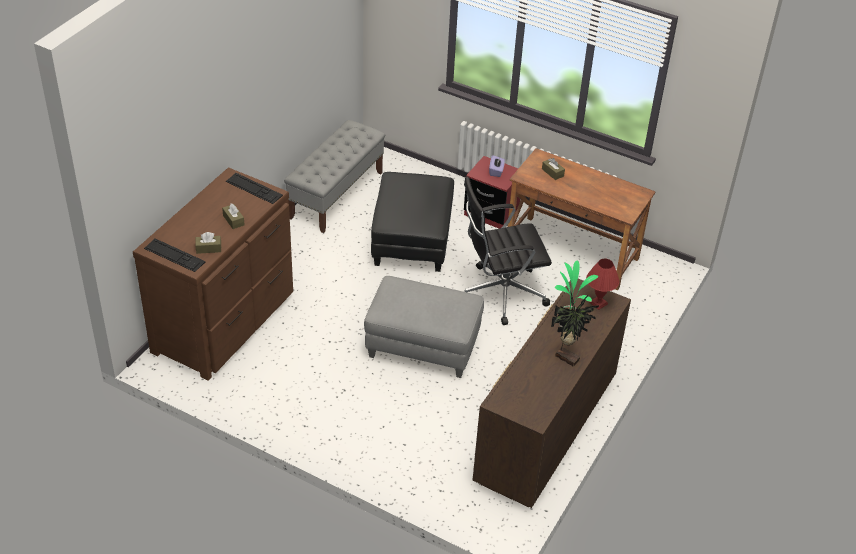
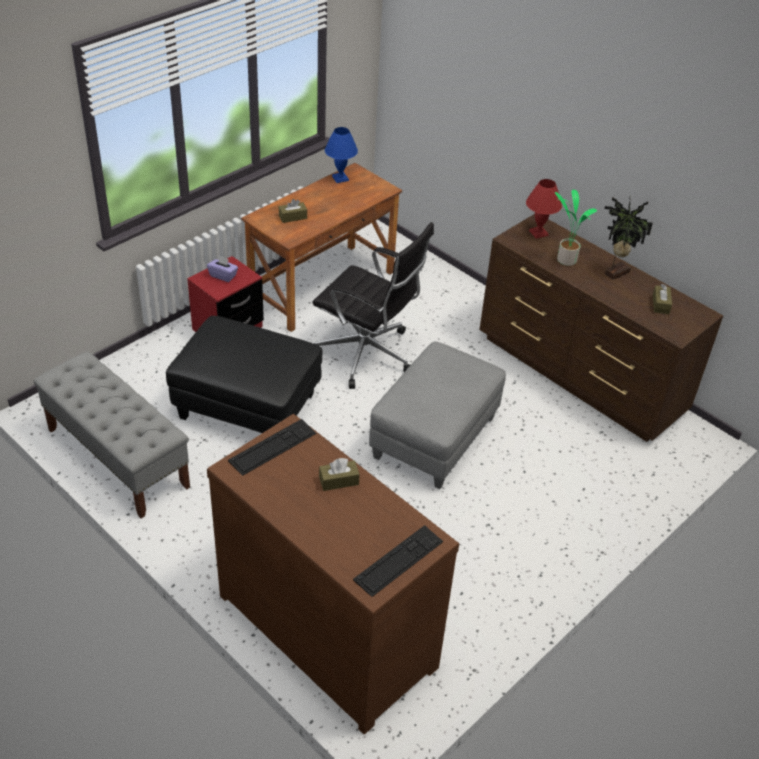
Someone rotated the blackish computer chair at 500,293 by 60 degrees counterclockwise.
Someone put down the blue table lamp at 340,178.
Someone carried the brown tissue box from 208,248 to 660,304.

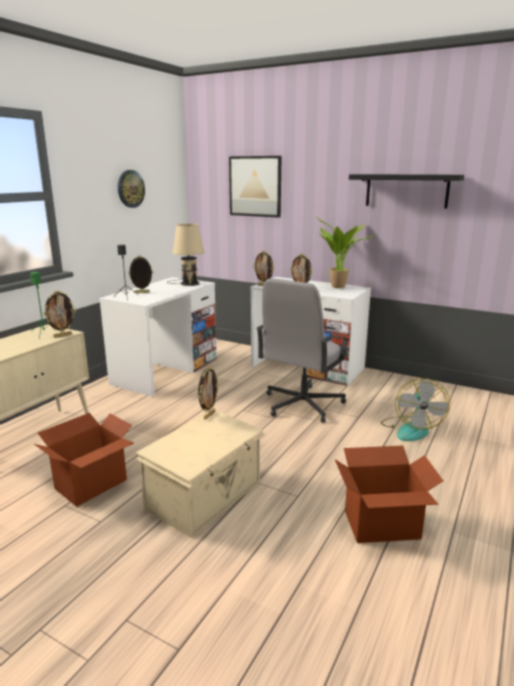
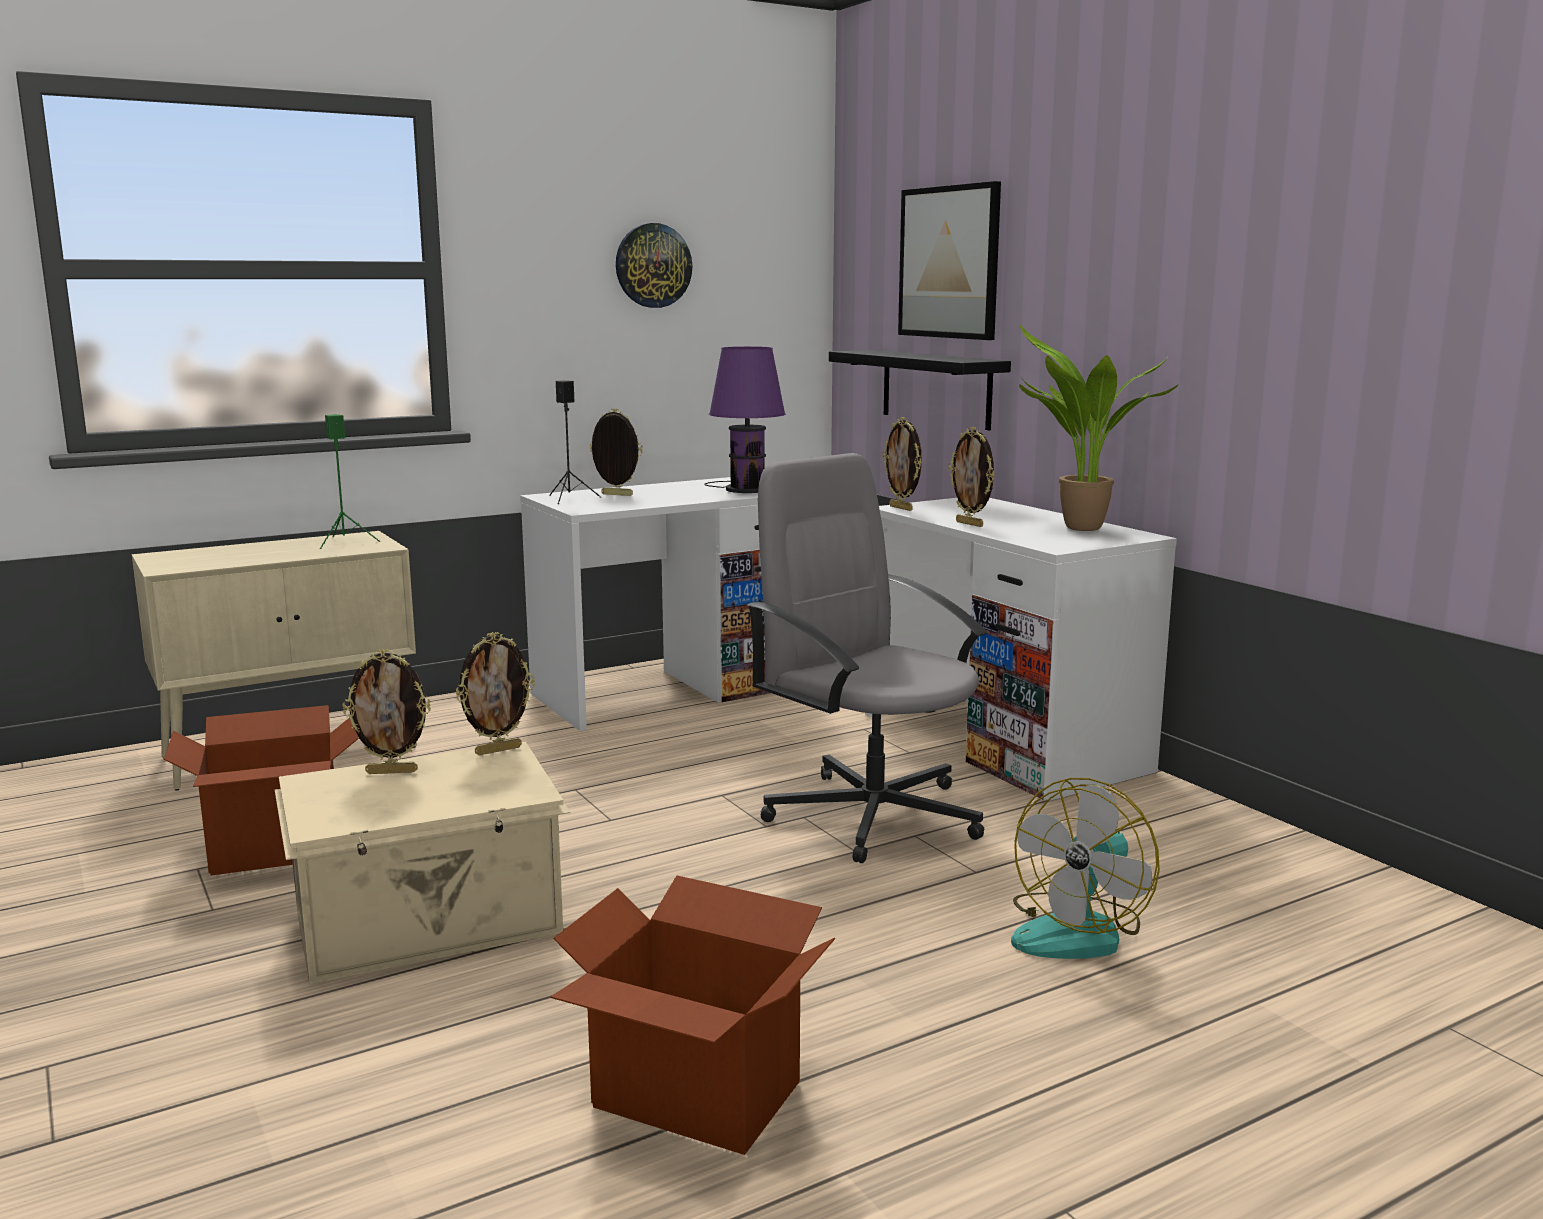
Someone carried the photo frame from 62,335 to 392,771.
Someone repainted the beige table lamp at 188,283, which became the purplish table lamp at 745,489.
Someone rotated the greyish computer chair at 302,404 by 75 degrees clockwise.
Someone carried the blackish wall shelf from 406,190 to 936,388.

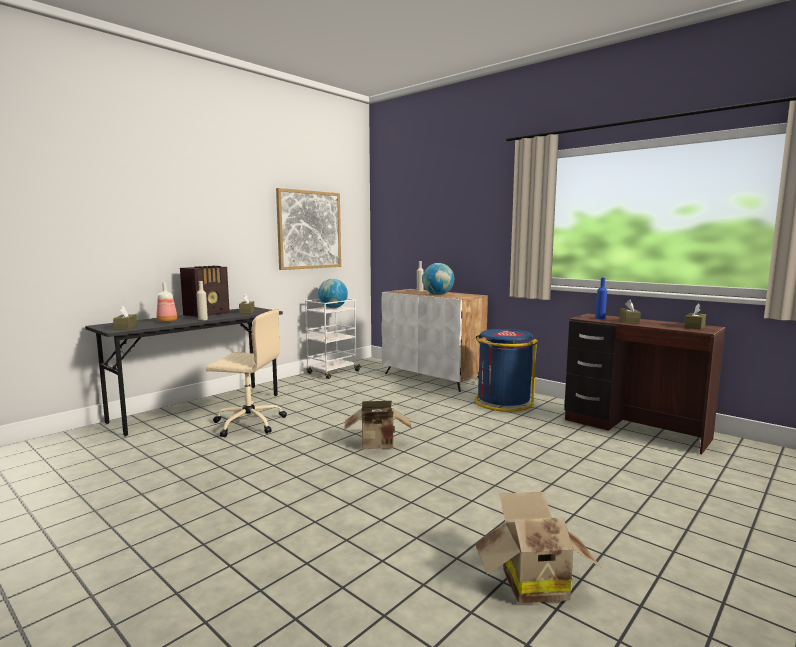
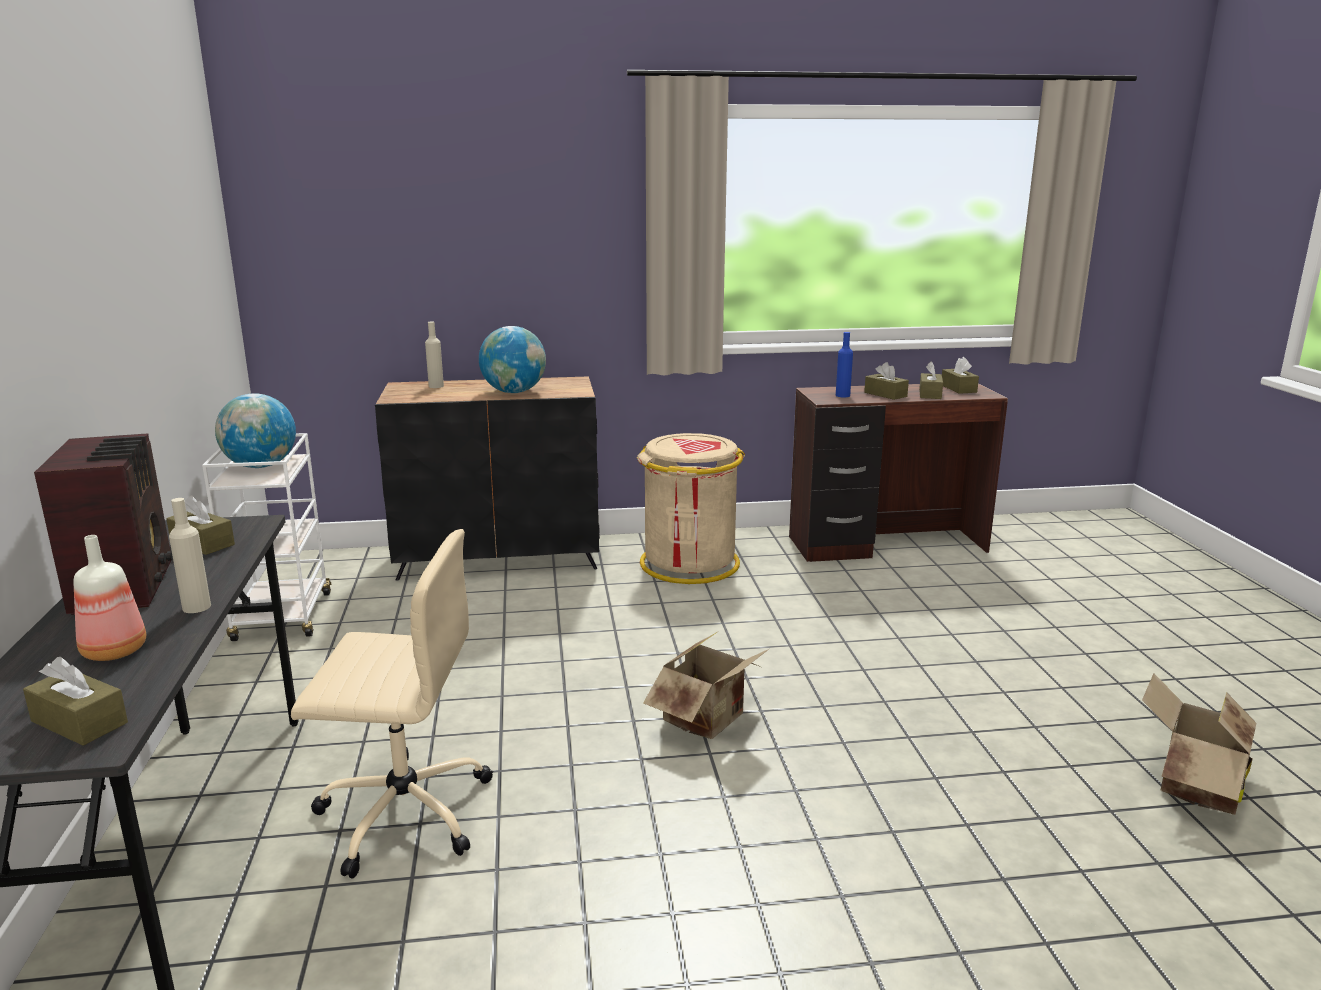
Someone rotated the beige computer chair at 248,423 by 45 degrees clockwise.
Someone repainted the white-coloured storage cabinet at 432,378, which became the blackish storage cabinet at 499,558.
Someone repainted the blue rubbish bin at 503,402, which became the beige rubbish bin at 689,564.
Someone put down the brown tissue box at 930,394.
Someone took away the picture at 309,230.

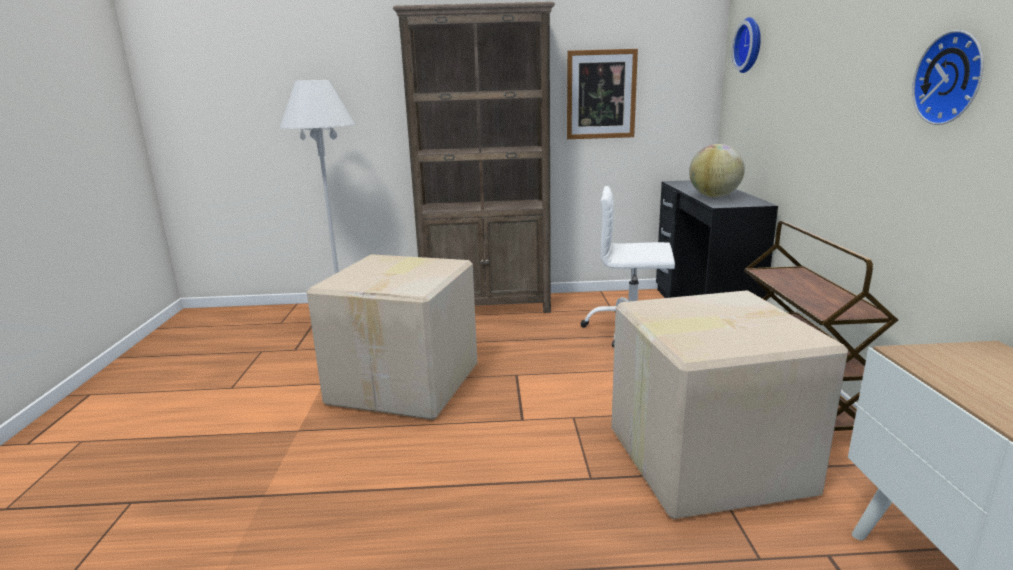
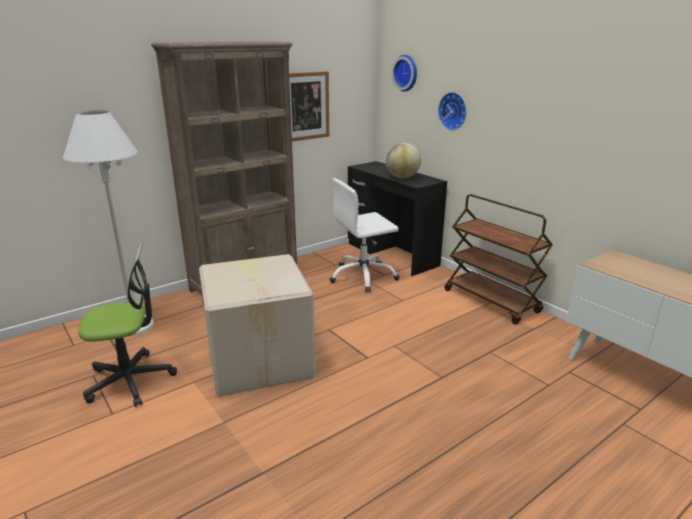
Someone put down the computer chair at 130,380.
Someone carried the hanging clock from 953,78 to 454,111.
Someone took away the cardboard box at 703,459.

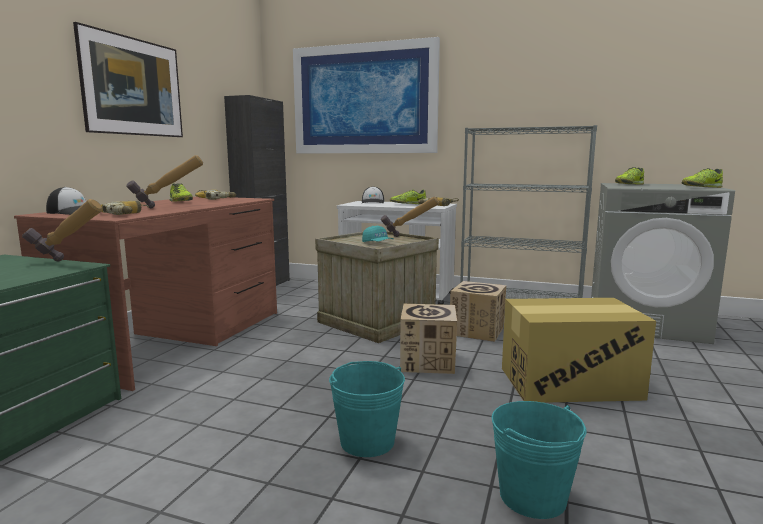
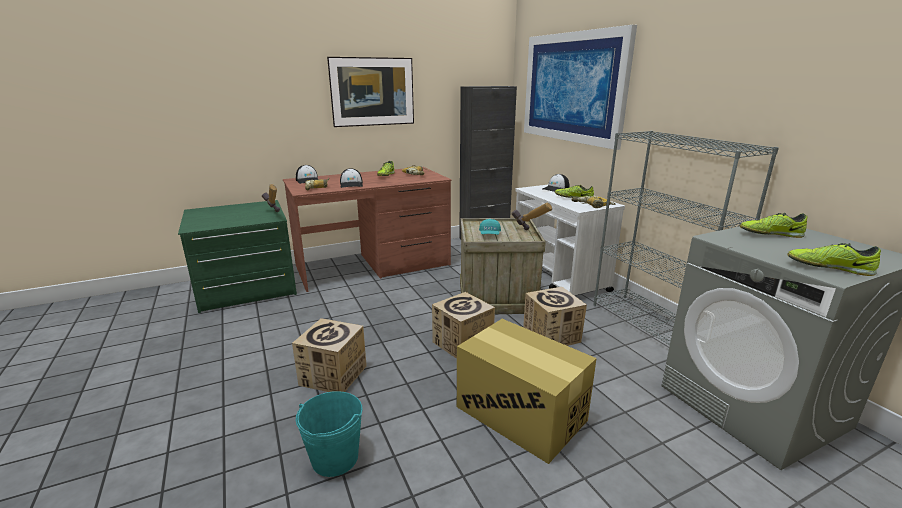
Someone swapped the turquoise pail at 367,441 for the cardboard box at 333,375.
Someone swapped the tool hammer at 167,209 for the cap at 351,184.

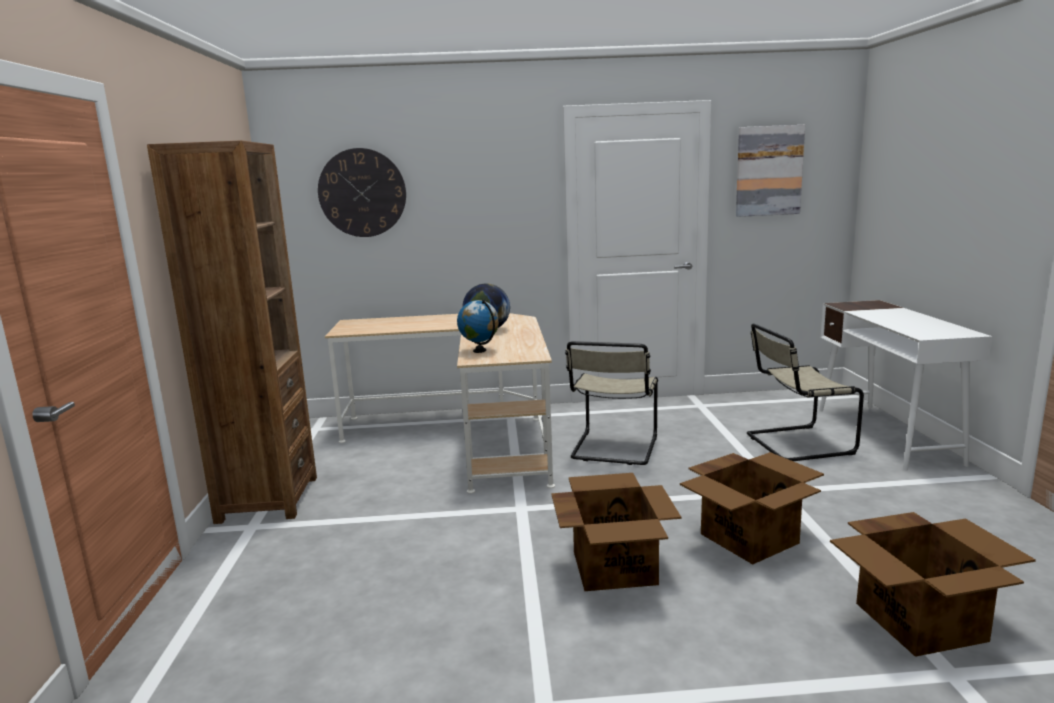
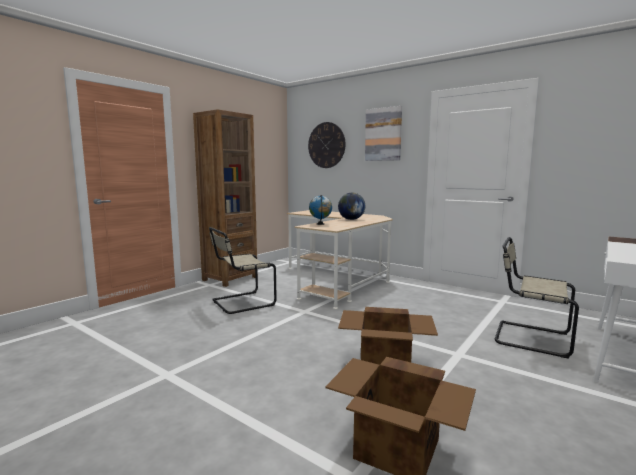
Someone carried the beige upright chair from 613,449 to 241,303.
Someone carried the picture from 768,171 to 383,134.
Someone took away the cardboard box at 614,567.

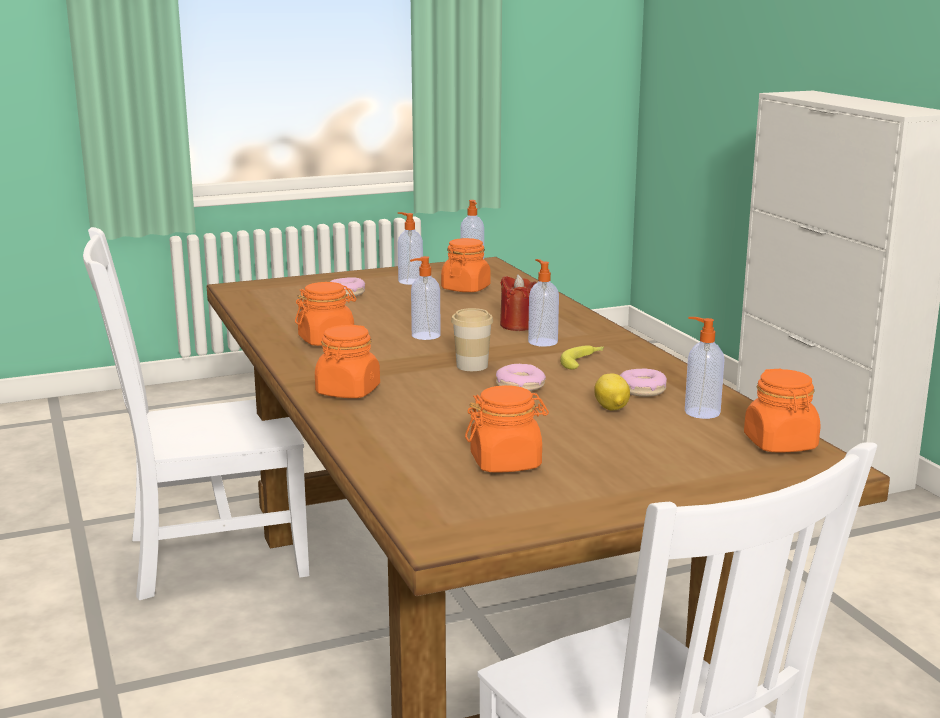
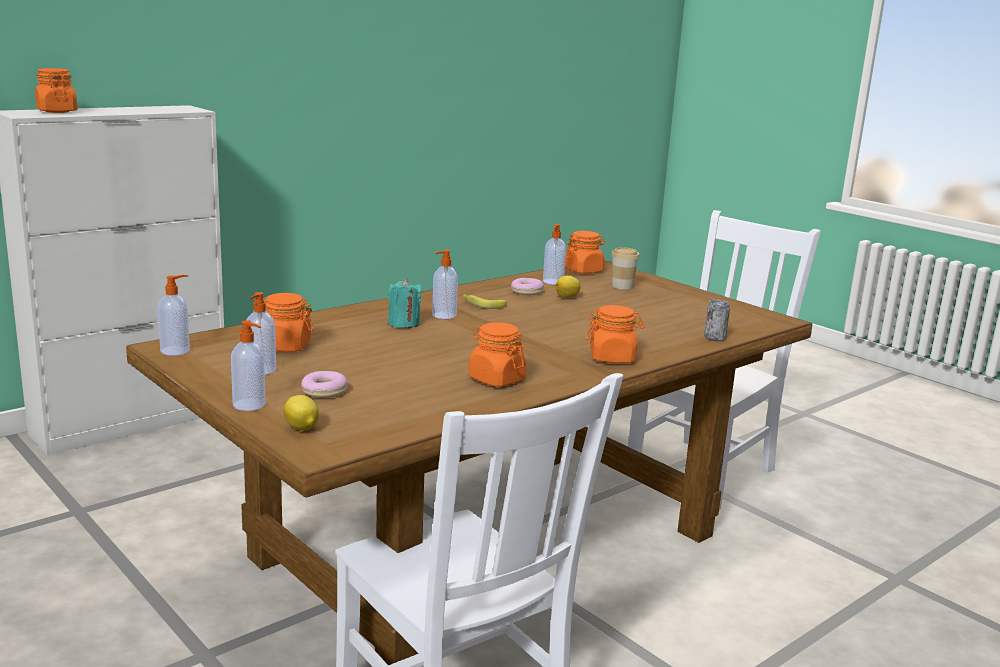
Someone carried the orange storage jar from 506,463 to 57,111.
Someone carried the soap dispenser from 425,336 to 250,405.
Someone put down the citrus fruit at 301,428.
Someone repainted the reddish wax light at 518,325, which became the turquoise wax light at 403,323.
Someone carried the drinking cup from 472,366 to 622,286.
Someone put down the sealed can at 714,338.
Someone took away the donut at 520,386.

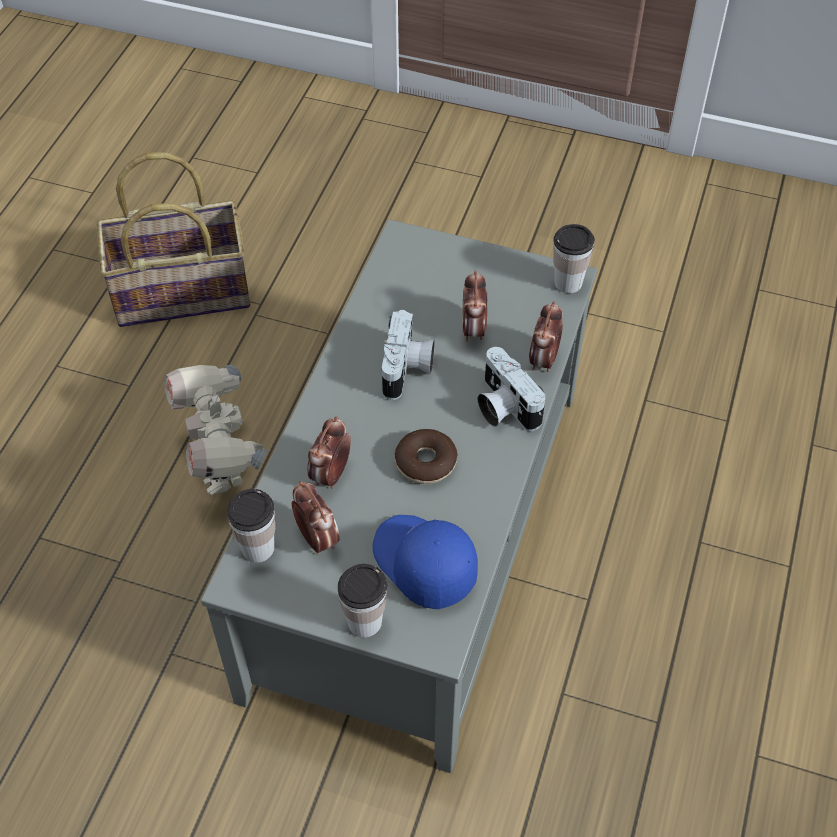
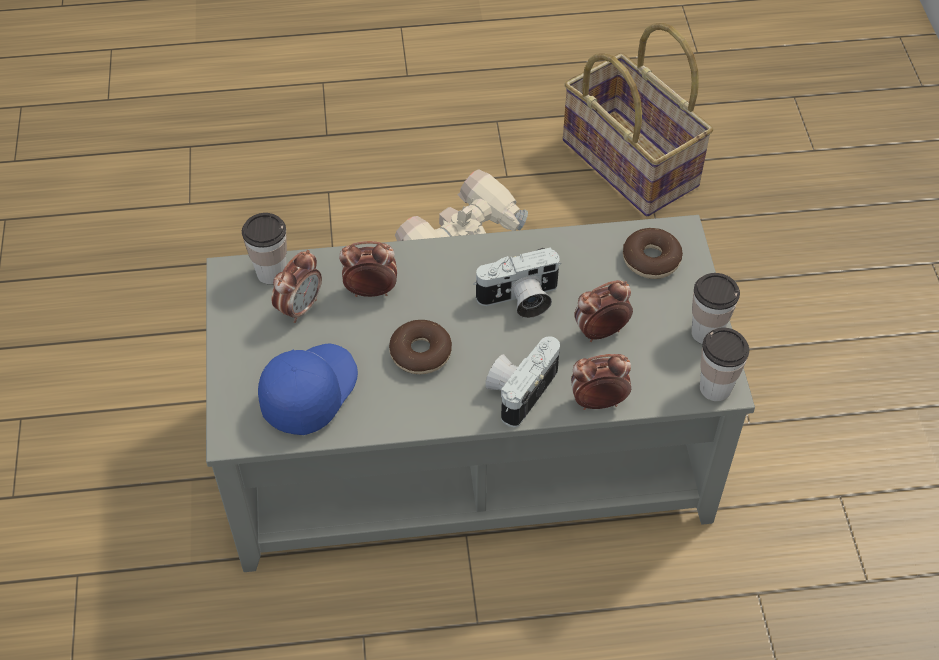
Someone put down the donut at 651,260.
Someone carried the drinking cup from 365,622 to 706,333.

